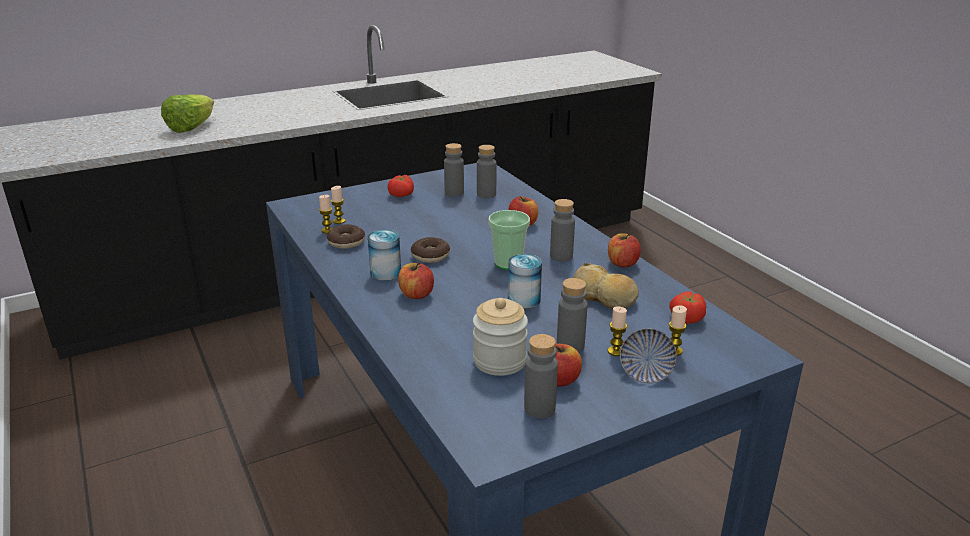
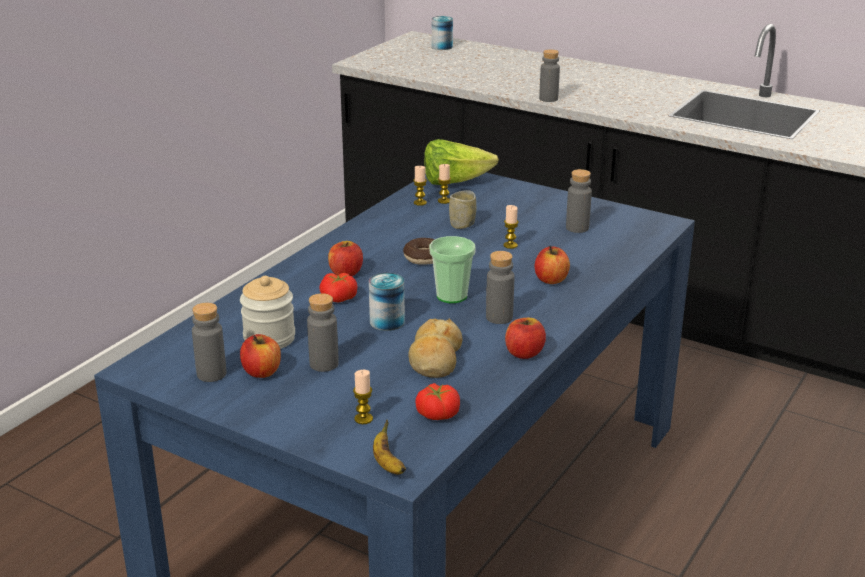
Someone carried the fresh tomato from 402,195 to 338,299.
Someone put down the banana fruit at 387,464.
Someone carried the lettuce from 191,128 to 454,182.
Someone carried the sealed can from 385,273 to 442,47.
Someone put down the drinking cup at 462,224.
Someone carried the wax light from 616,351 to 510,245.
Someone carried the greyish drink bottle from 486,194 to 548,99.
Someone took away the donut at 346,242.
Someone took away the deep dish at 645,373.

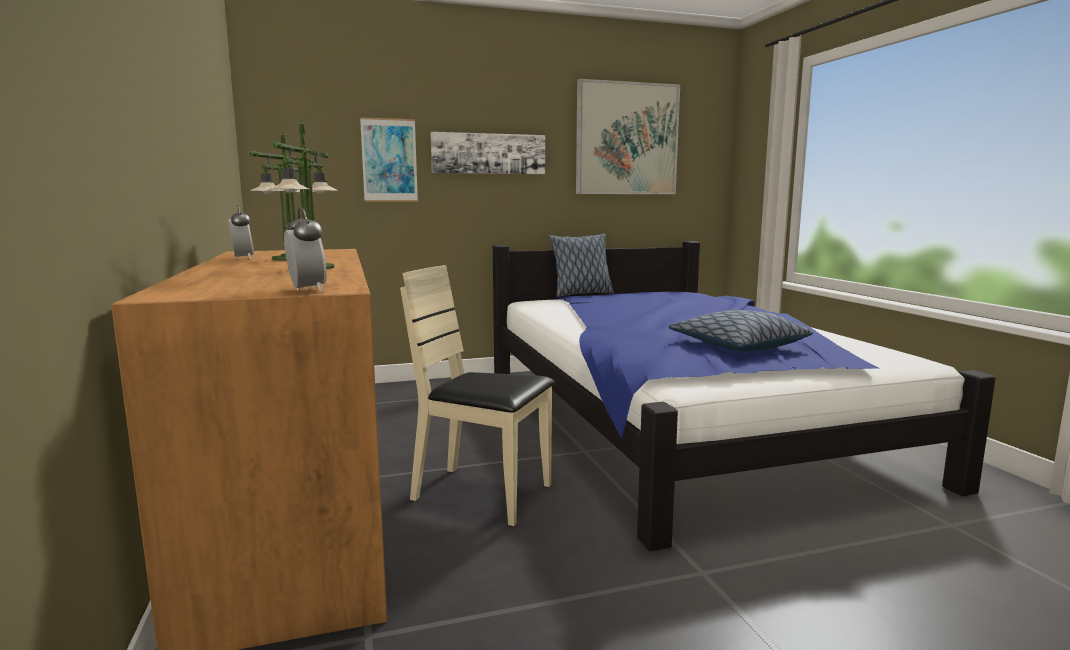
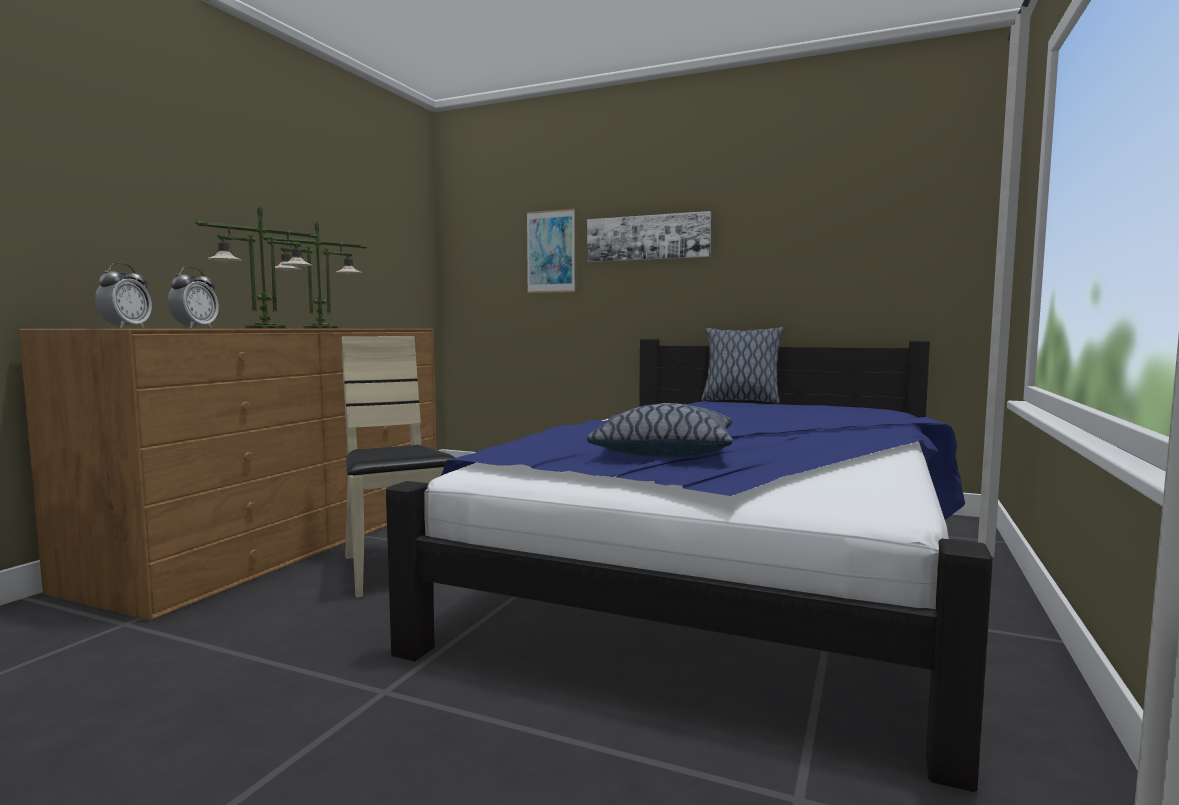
Someone carried the table clock from 243,258 to 195,328.
Someone took away the picture at 627,139.

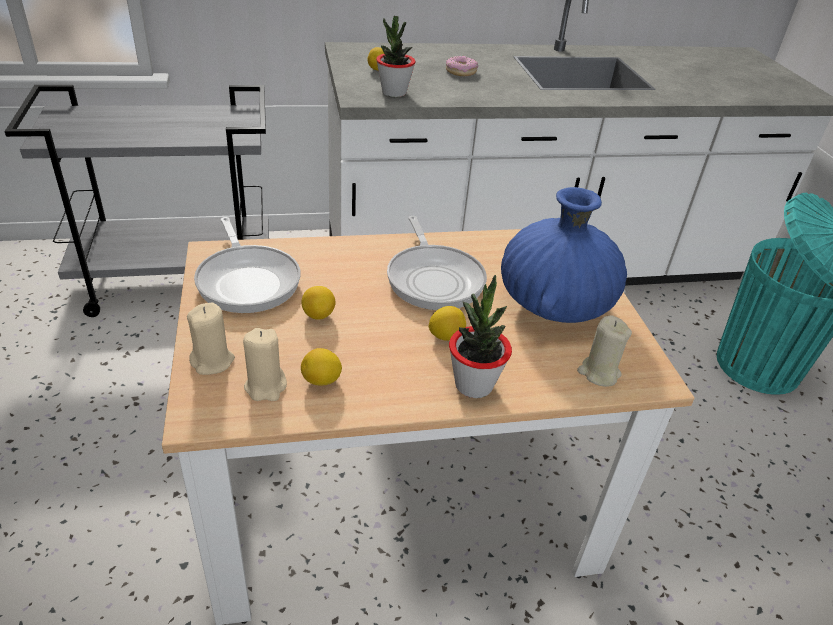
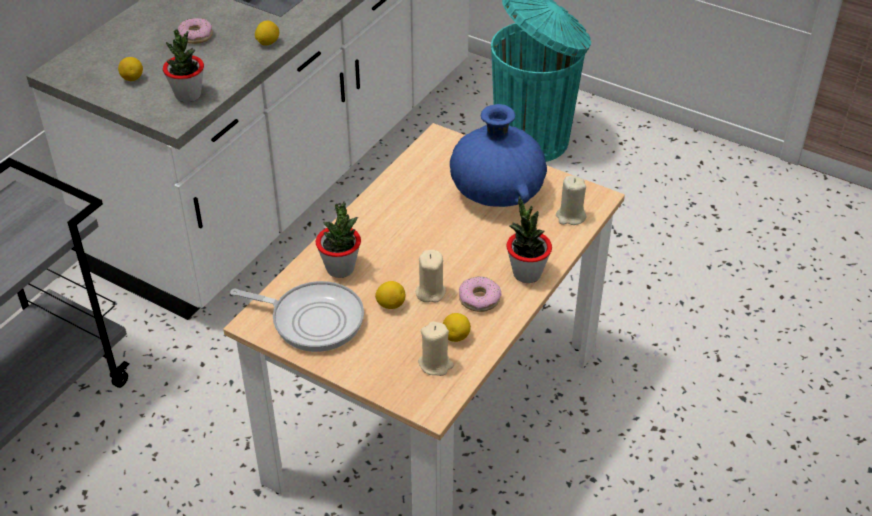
Someone carried the citrus fruit from 446,336 to 268,43.
Someone put down the potted plant at 340,268.
Someone carried the beige wax light from 213,361 to 430,292.
Someone put down the donut at 479,299.
Someone took away the skillet at 434,279.

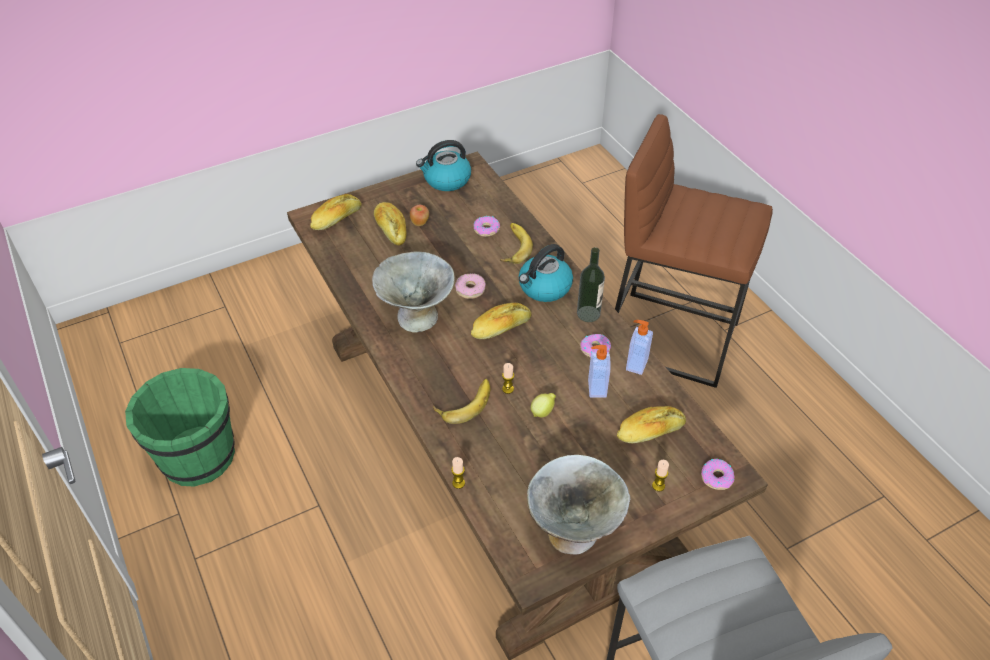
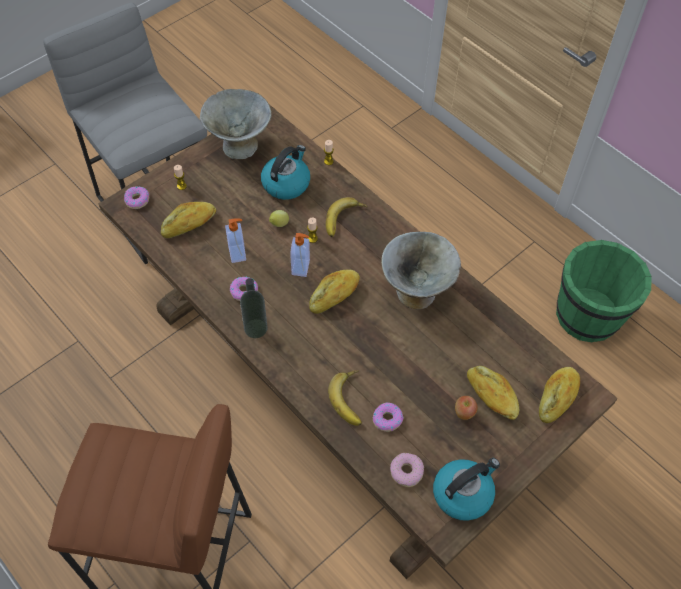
Someone carried the tea kettle from 544,287 to 286,183.
Someone carried the soap dispenser from 636,364 to 301,267.
Someone carried the donut from 470,289 to 406,472.

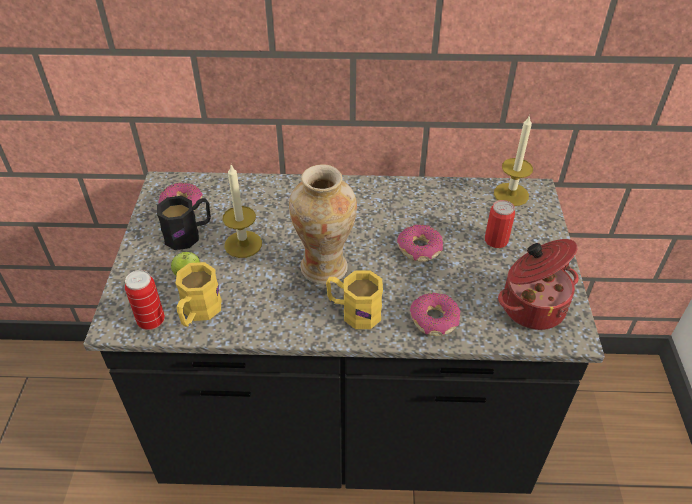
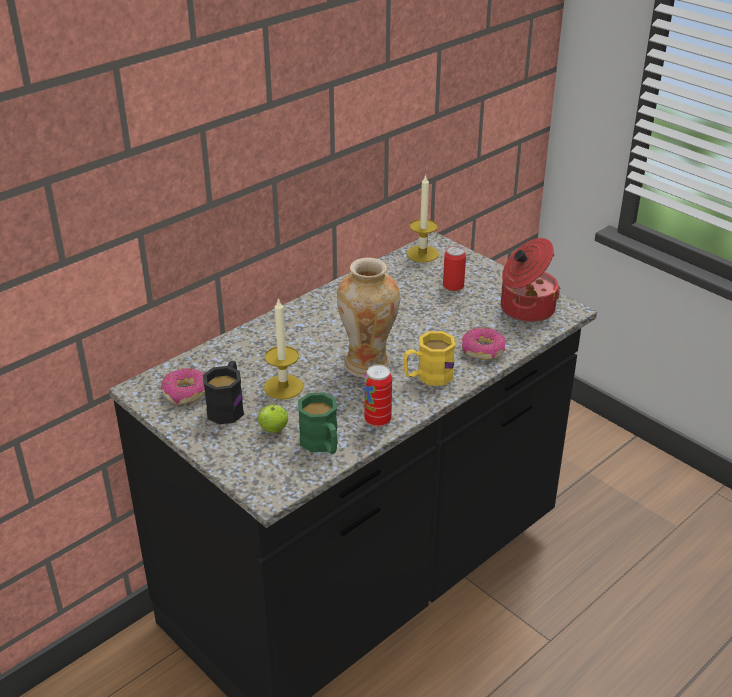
Someone repainted the yellowish coffee mug at 198,312, which became the green coffee mug at 322,445.
Someone carried the sealed can from 151,321 to 377,420.
Someone took away the donut at 419,249.

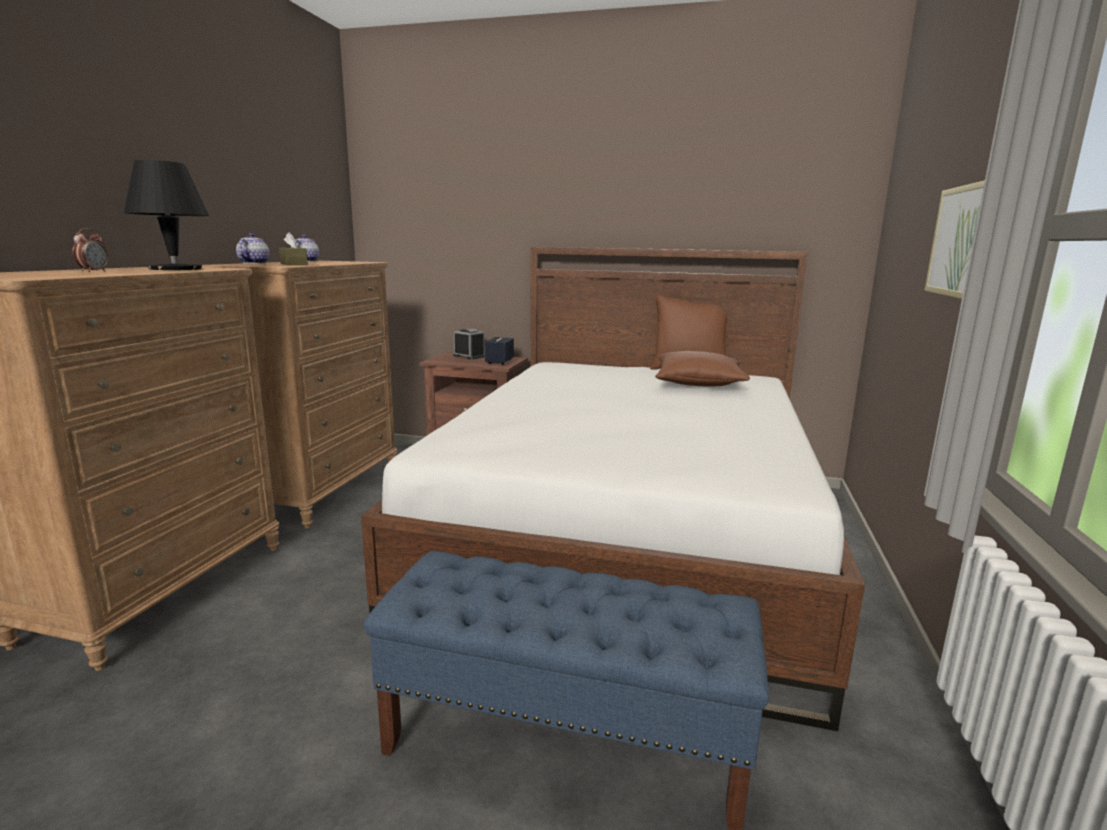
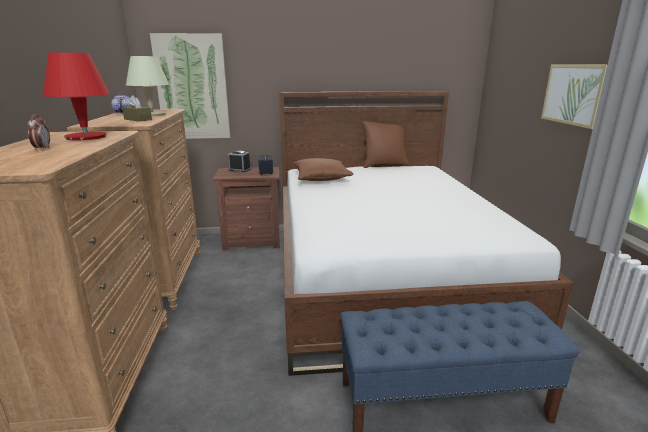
Someone repainted the blackish table lamp at 176,269, which became the reddish table lamp at 86,137.
Someone put down the beige table lamp at 152,114.
Someone put up the picture at 192,88.
Someone carried the brown pillow from 698,383 to 321,178.
Someone took away the tea pot at 254,263.

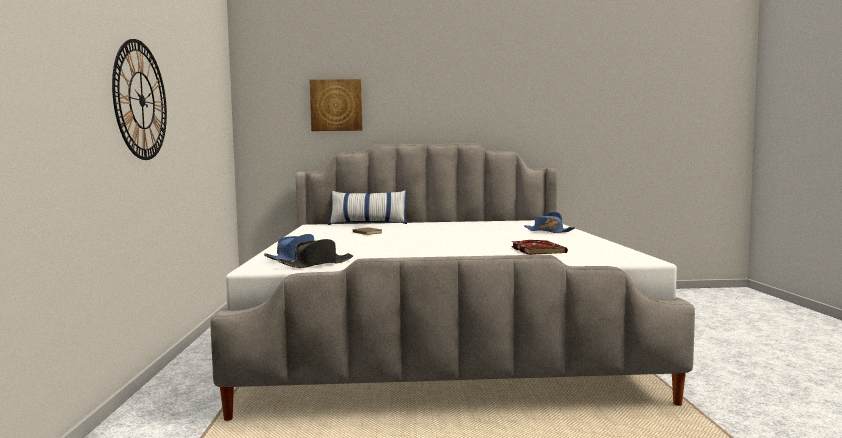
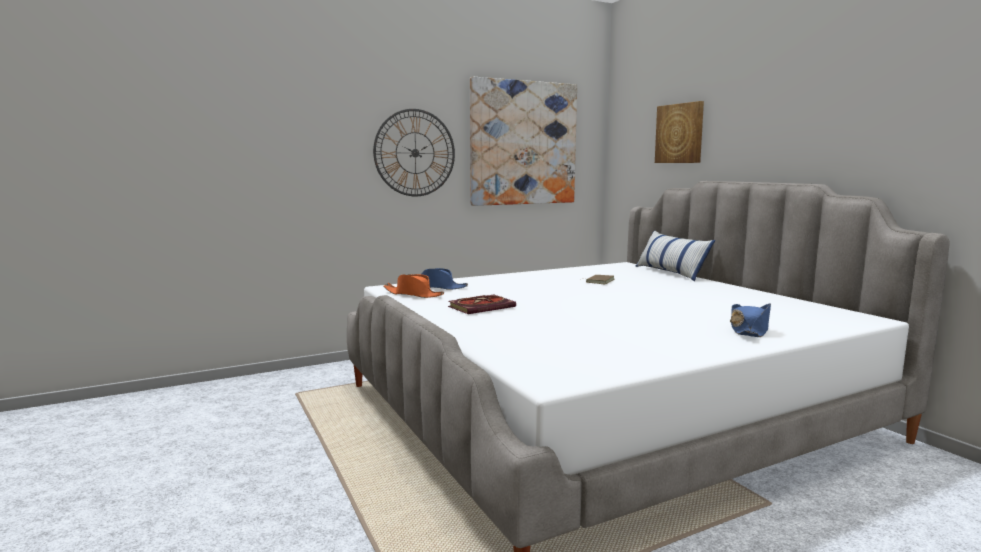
Someone repainted the blackish clothing hat at 317,264, which became the orange clothing hat at 413,294.
Someone carried the book from 536,250 to 482,307.
Someone put up the picture at 523,143.

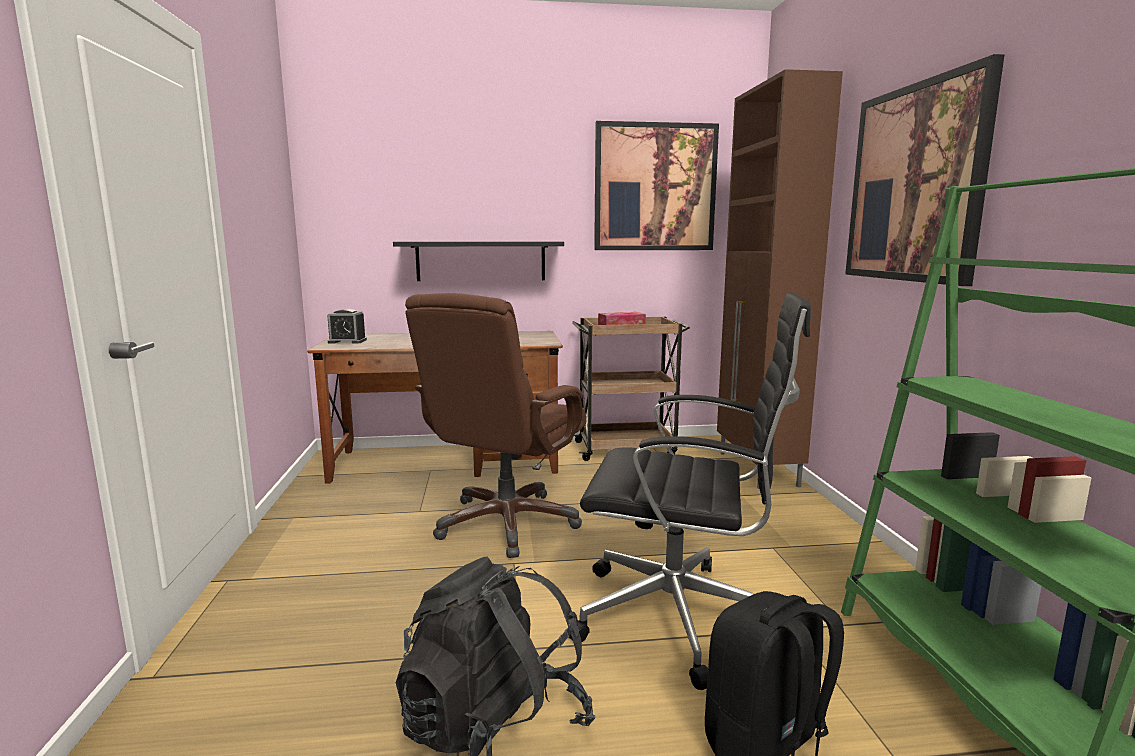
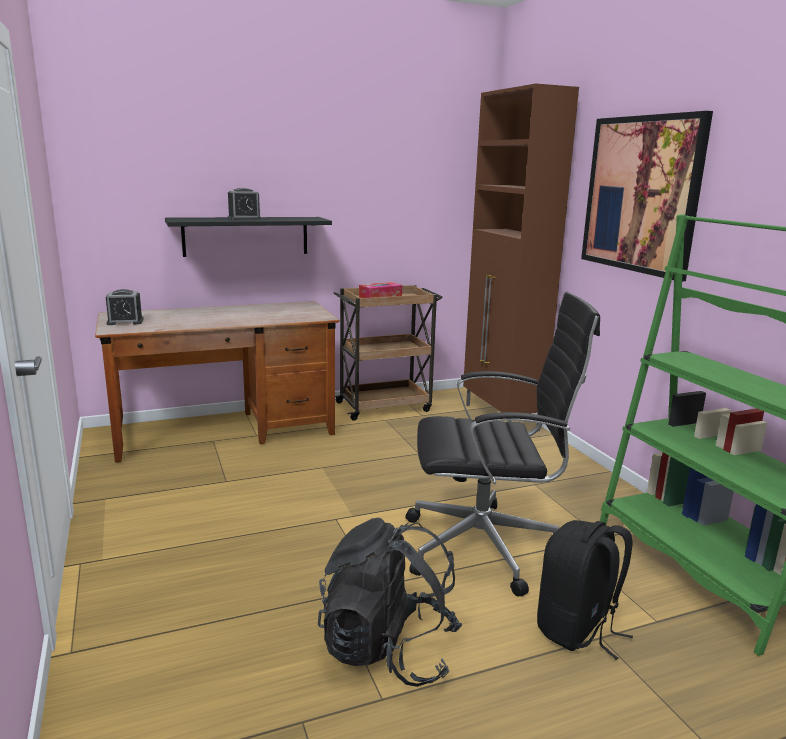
Someone put down the table clock at 244,219.
Someone took away the brown computer chair at 506,523.
Someone took away the picture at 655,188.

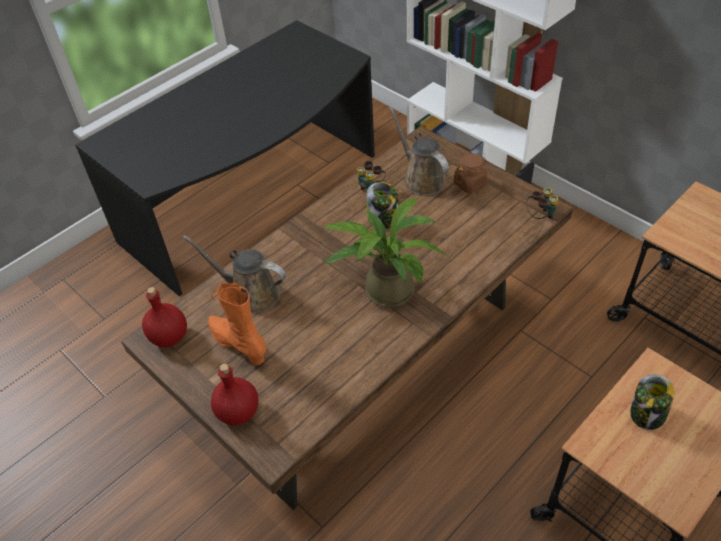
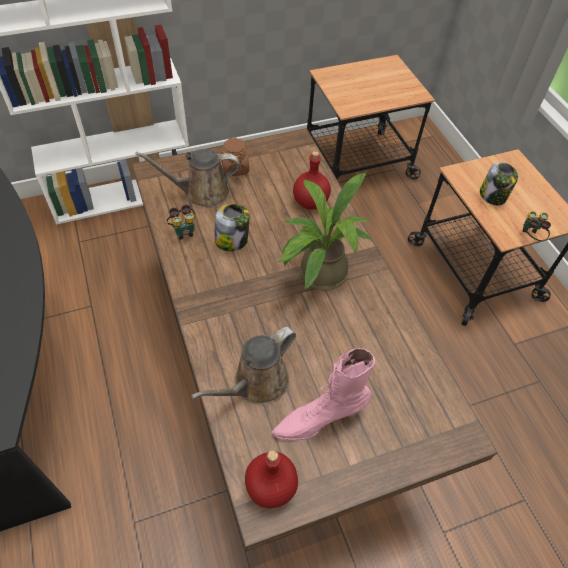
Someone repainted the orange high-top boot at 238,344, which became the pink high-top boot at 319,420.
Someone carried the reddish drink bottle from 239,412 to 310,202.
Someone carried the field glasses from 540,216 to 530,237.

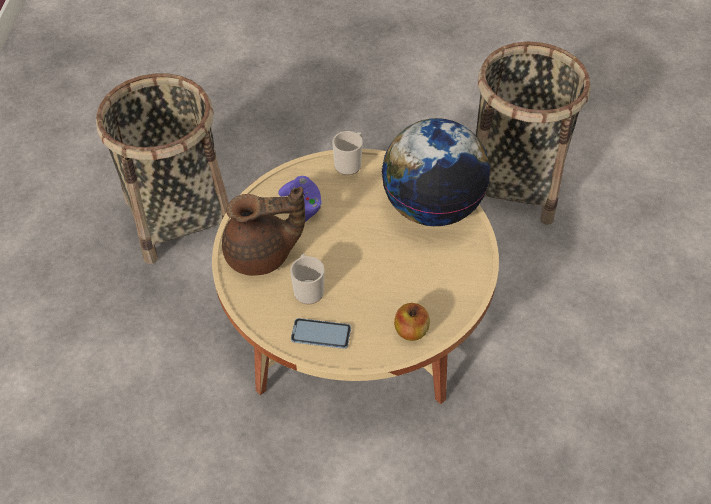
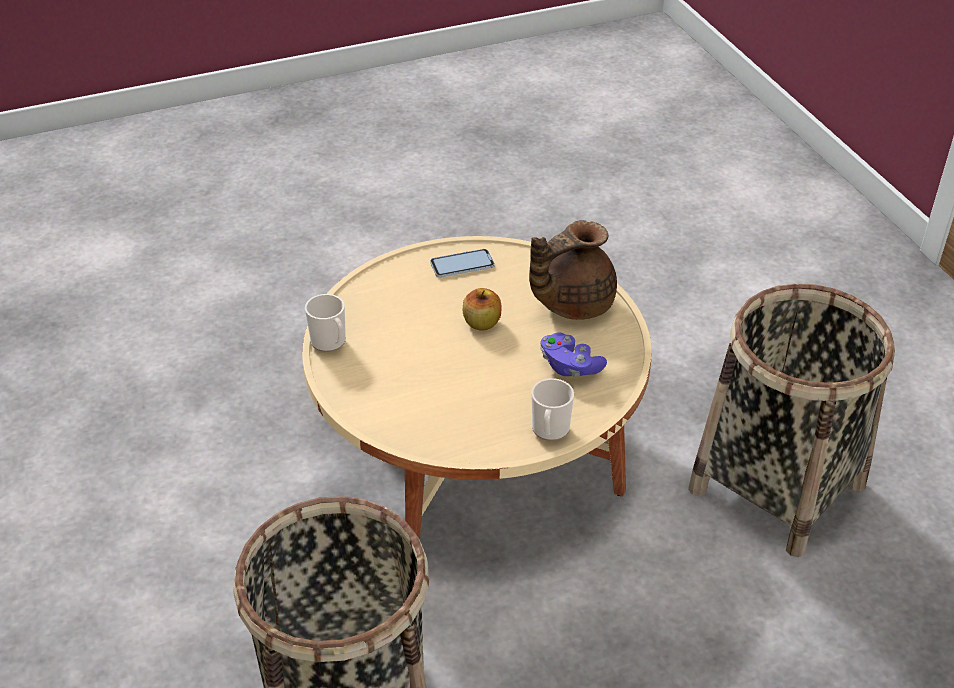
Someone carried the coffee mug from 308,289 to 330,343.
Someone carried the apple fruit from 411,331 to 481,323.
Someone took away the desk globe at 431,207.

